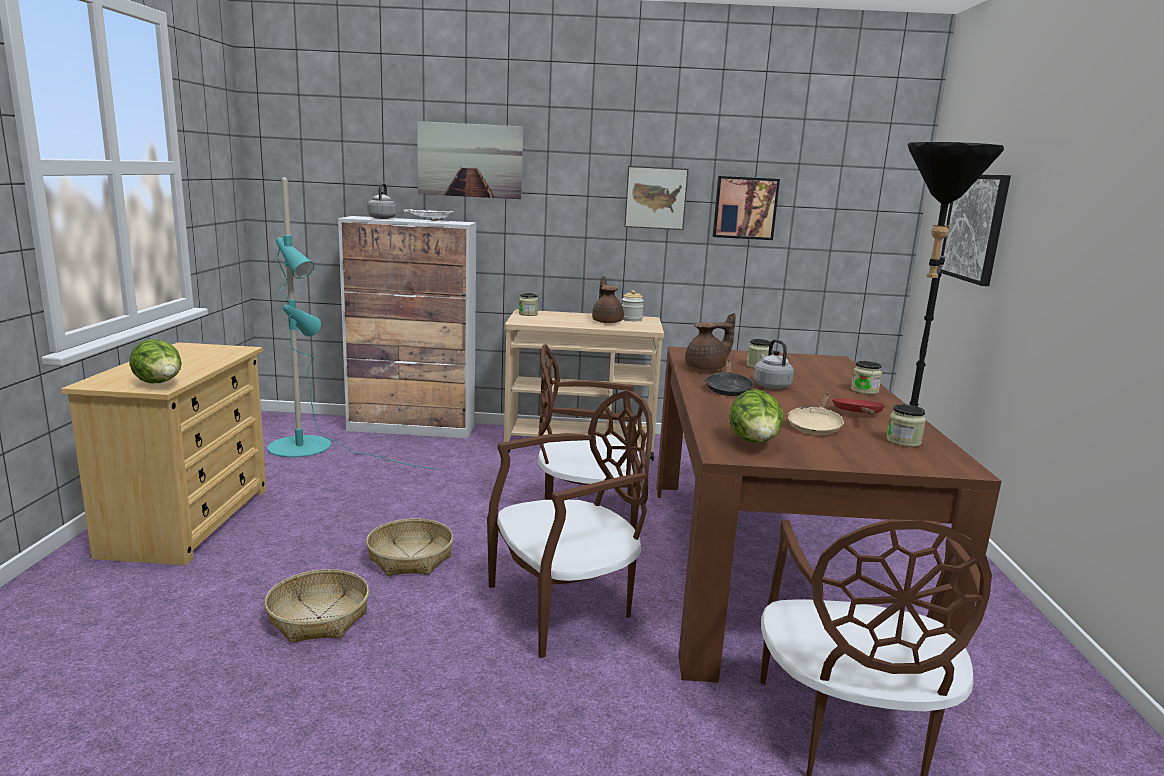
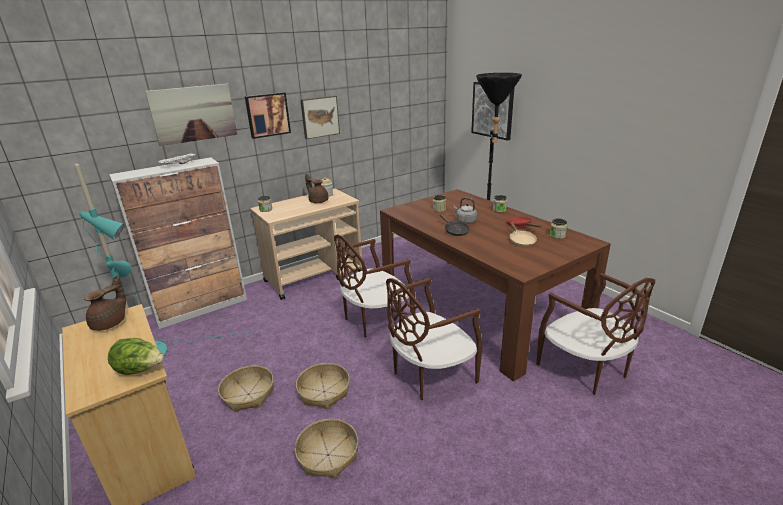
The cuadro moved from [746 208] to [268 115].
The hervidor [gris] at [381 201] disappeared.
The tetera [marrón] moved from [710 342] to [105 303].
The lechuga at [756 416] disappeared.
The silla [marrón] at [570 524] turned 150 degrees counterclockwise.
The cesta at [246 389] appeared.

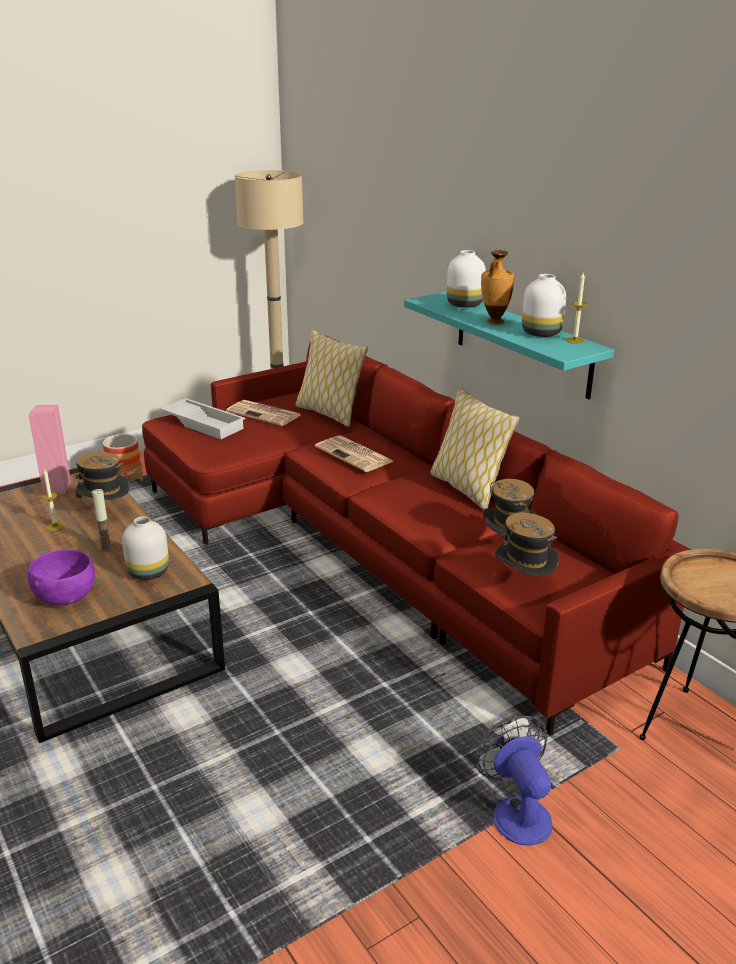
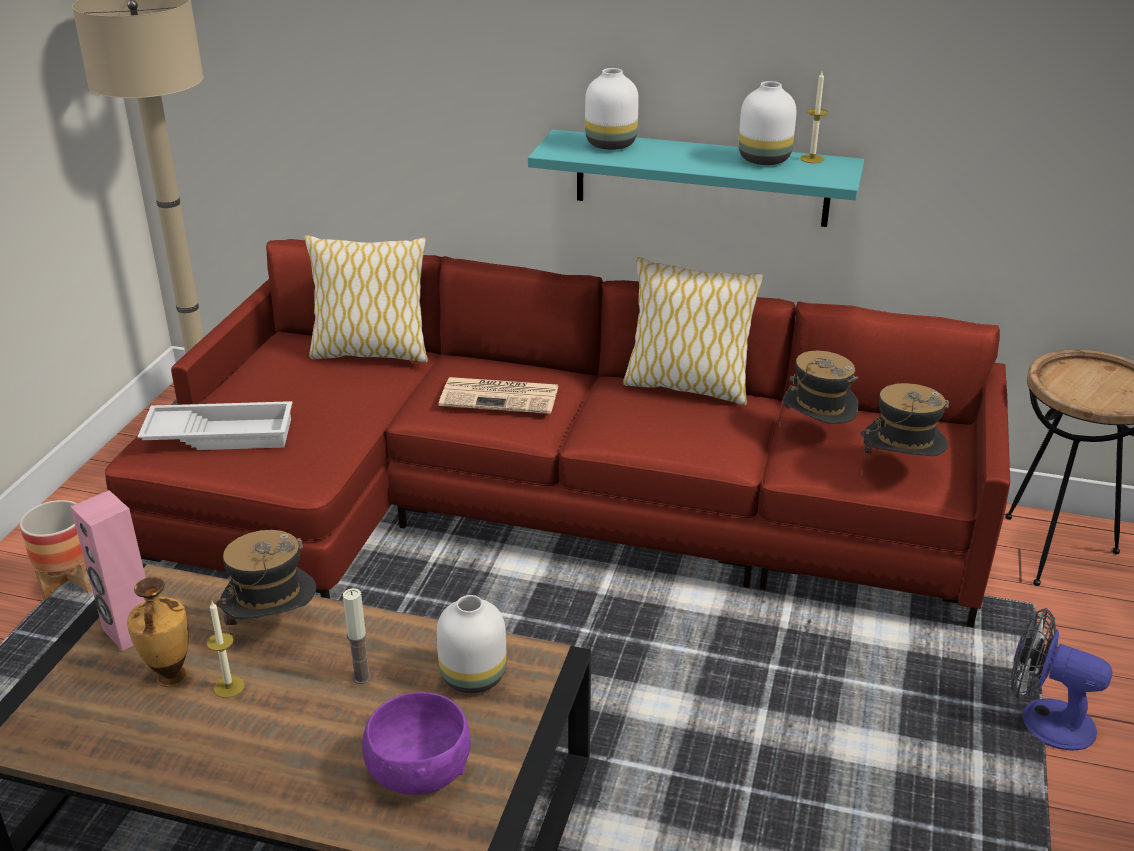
The florero moved from [498 287] to [158 632].
The periódico at [263 413] disappeared.

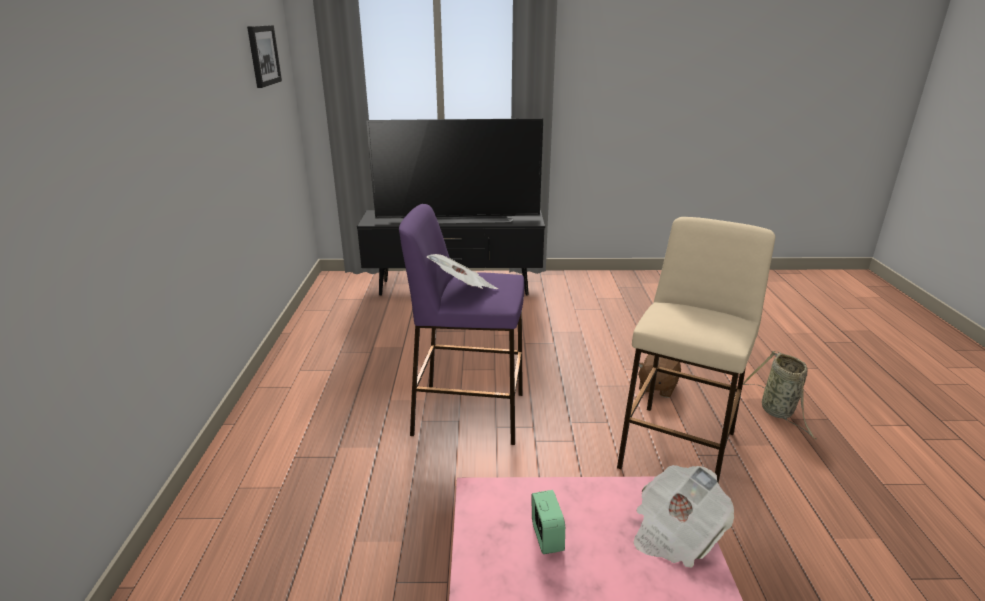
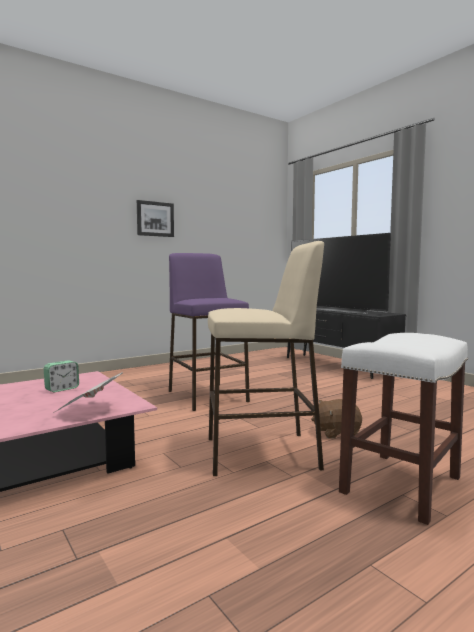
The cuadro moved from [264 56] to [155 218].
The periódico at [462 271] disappeared.
The cesta at [779 395] was replaced by the taburete [blanco] at [403 429].

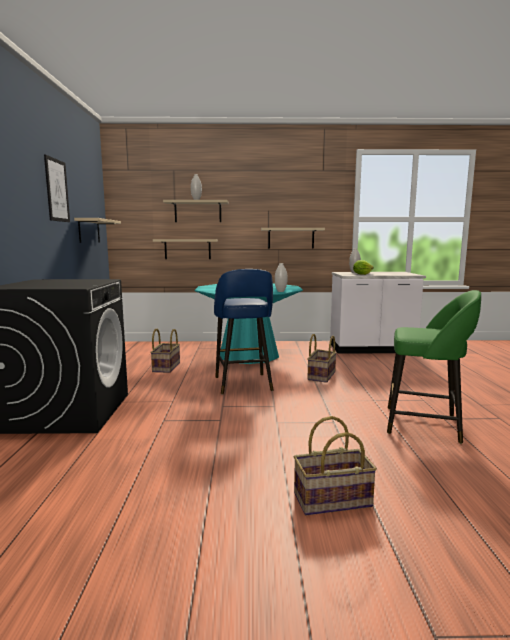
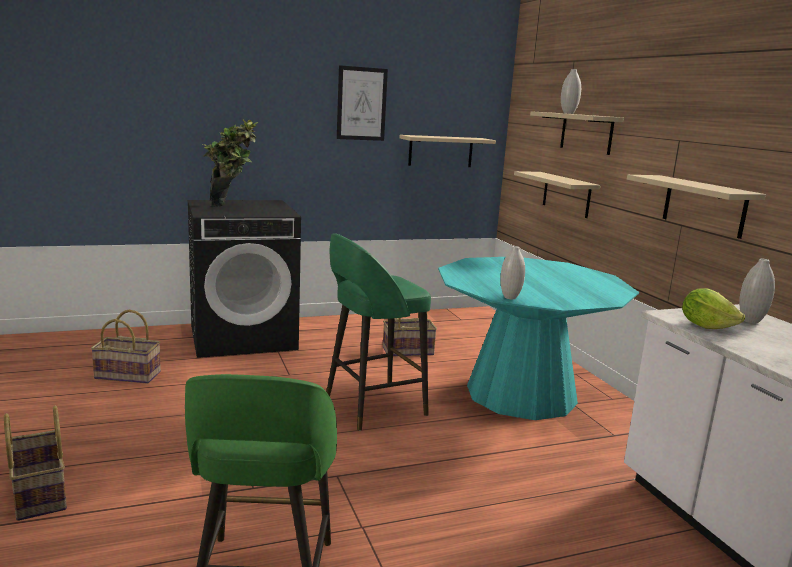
The taburete [azul] at [244 332] became the taburete [verde] at [378 332].
The cesta moved from [322 358] to [126 346].
The planta en maceta at [231 163] appeared.

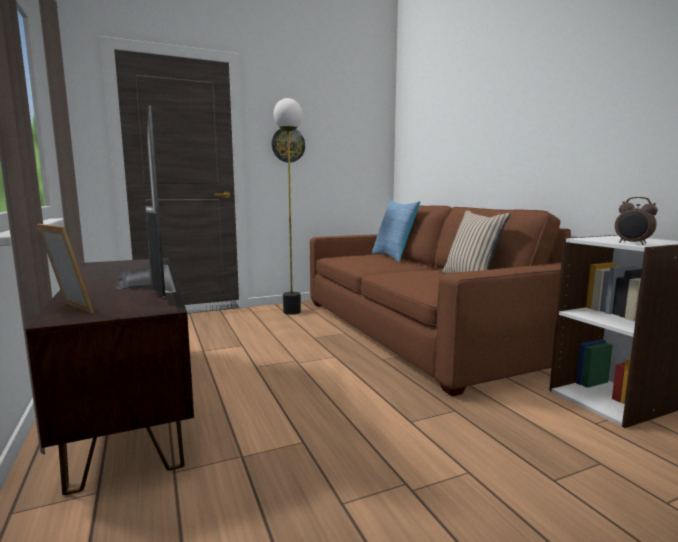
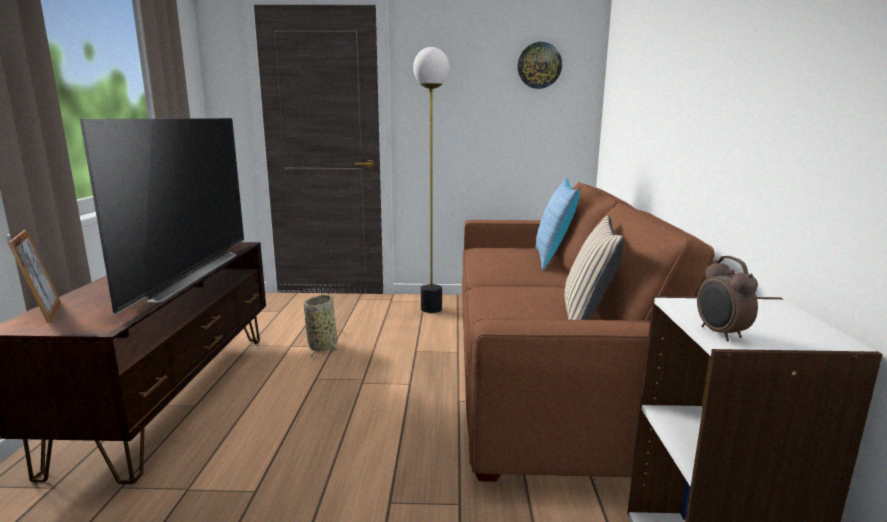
The reloj de pared moved from [288 146] to [539 65].
The cesta at [321 326] appeared.

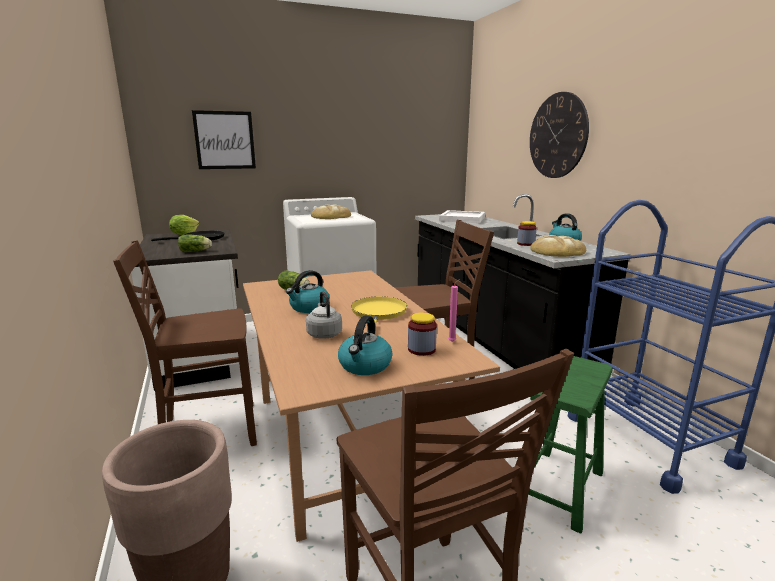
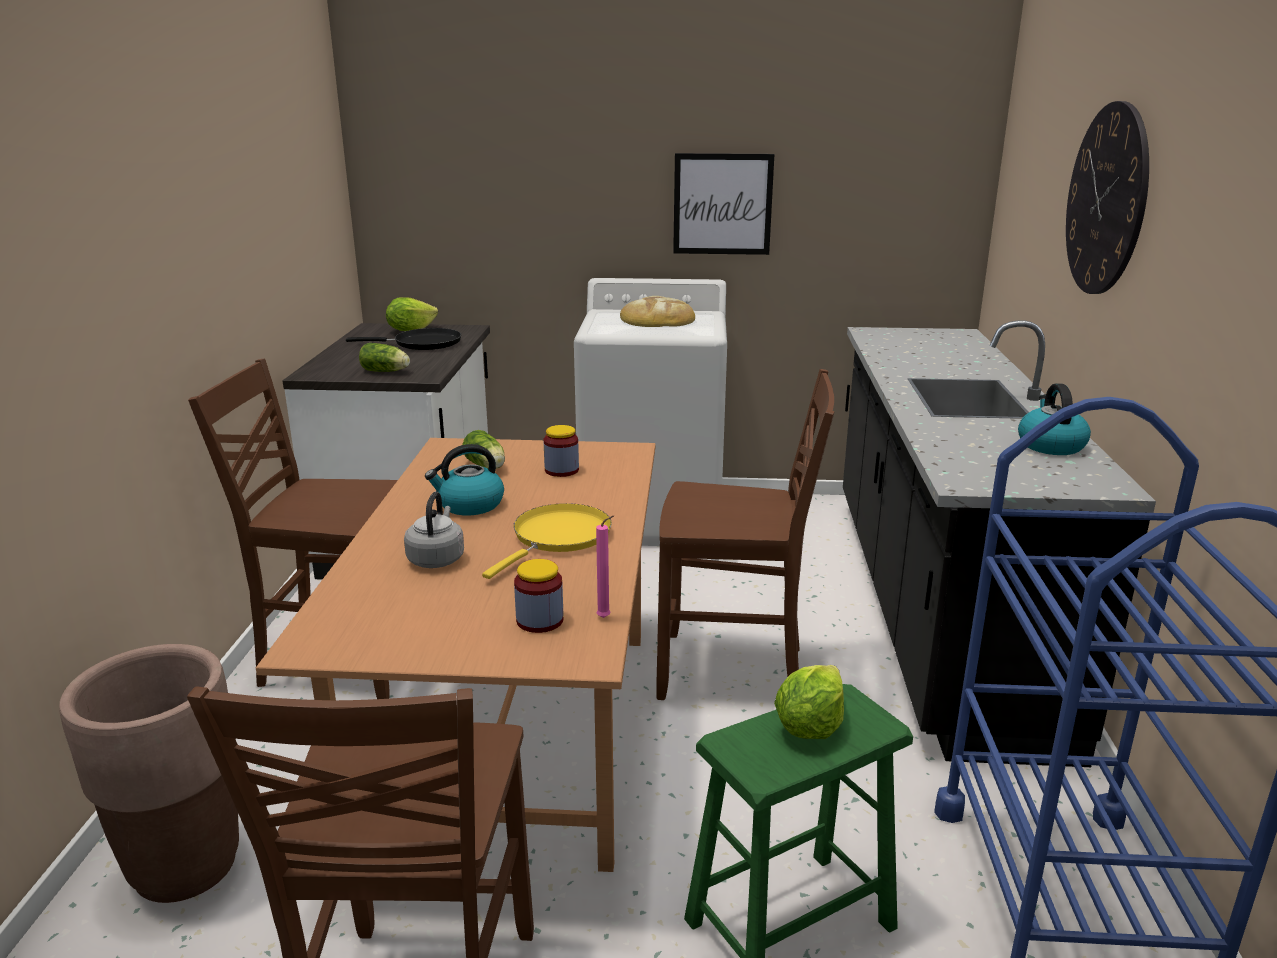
The cuadro moved from [224 139] to [723 204].
The bandeja [blanco] at [462 216] disappeared.
The tarro moved from [527 233] to [561 451].
The pan at [558 246] disappeared.
The hervidor at [365 345] disappeared.
The lechuga at [809 702] appeared.

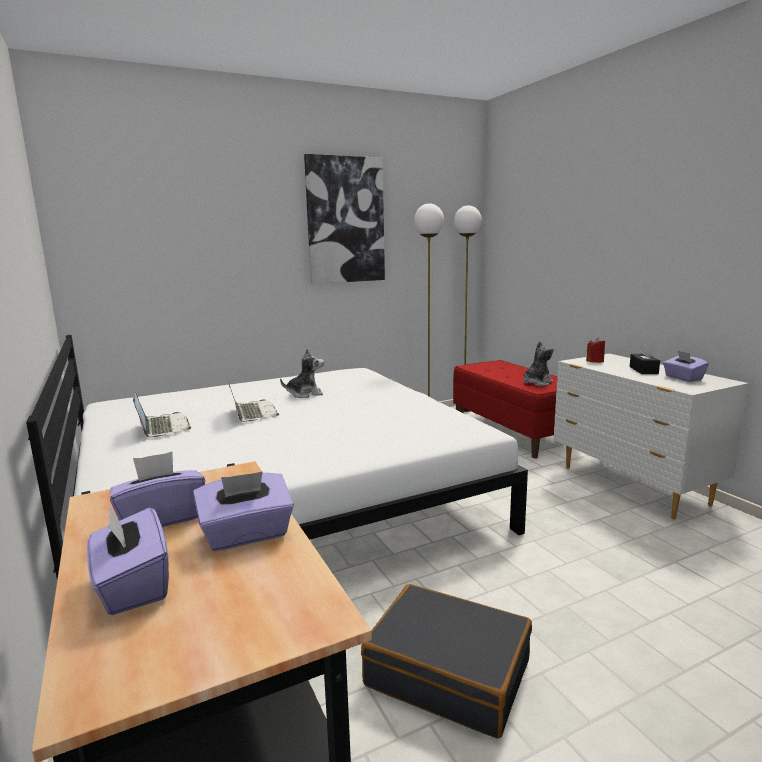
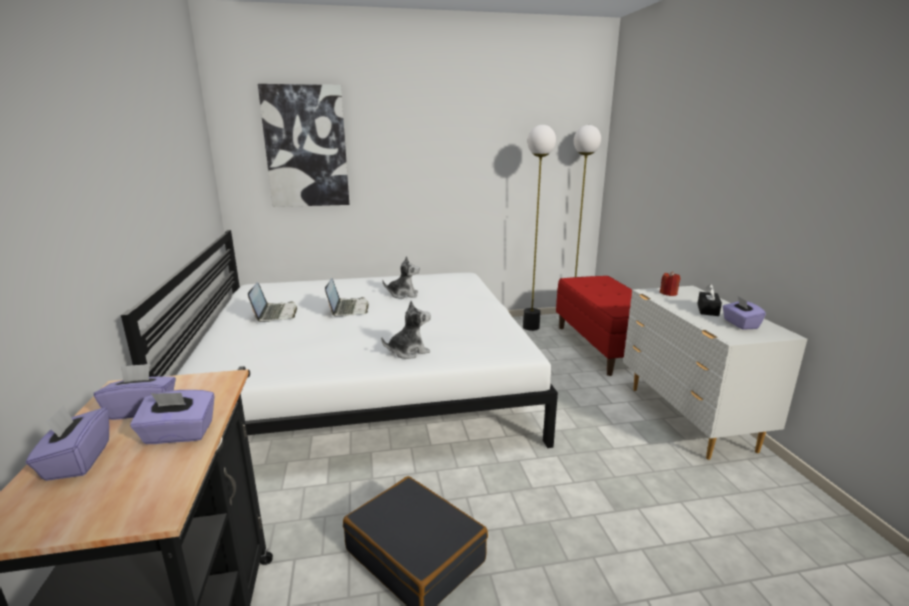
The cuadro moved from [344 219] to [303 145].
The peluche moved from [538 363] to [406 330].

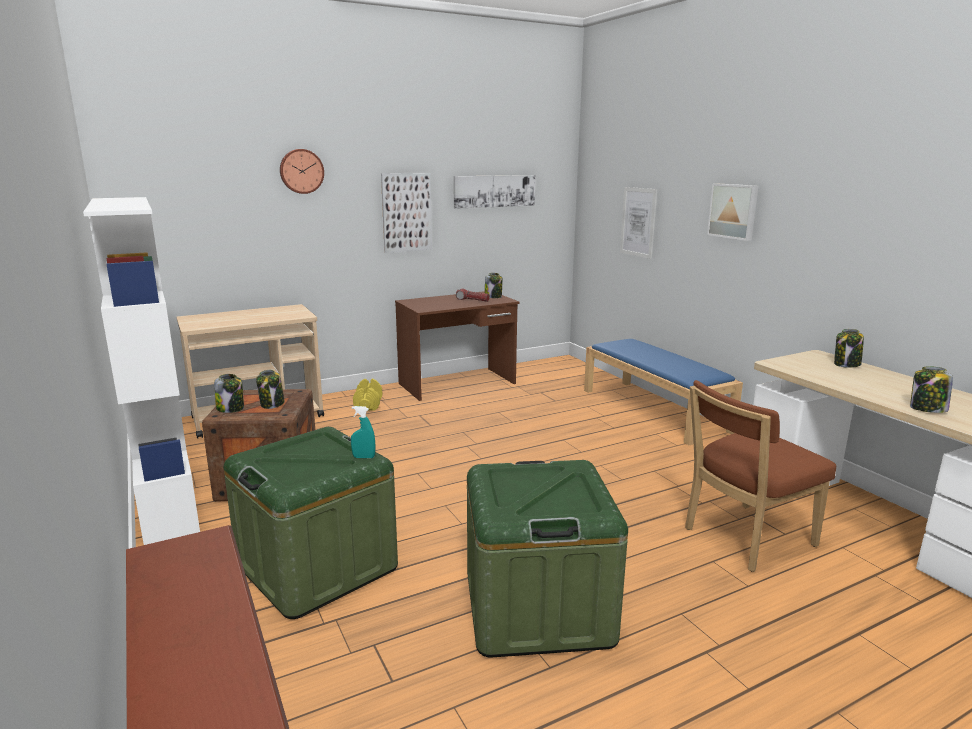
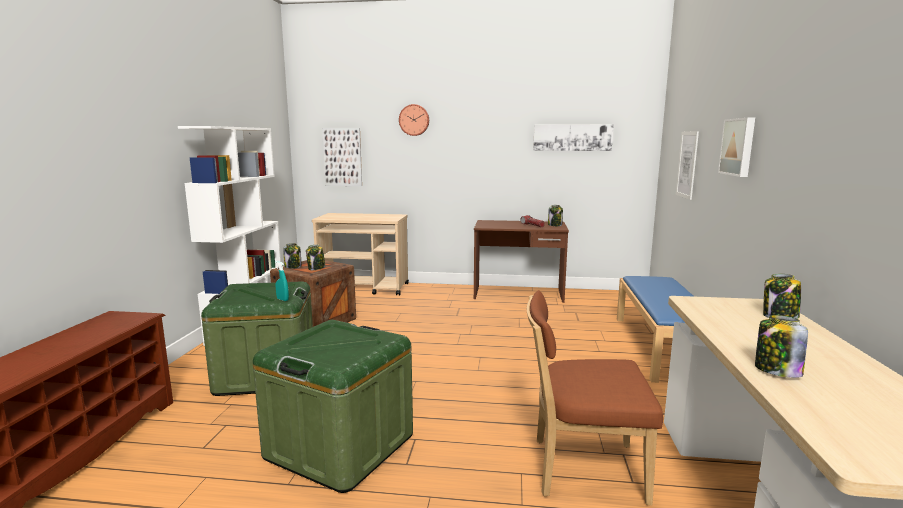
The cuadro moved from [406 213] to [342 157].
The mancuerna [amarillo] at [367 395] disappeared.

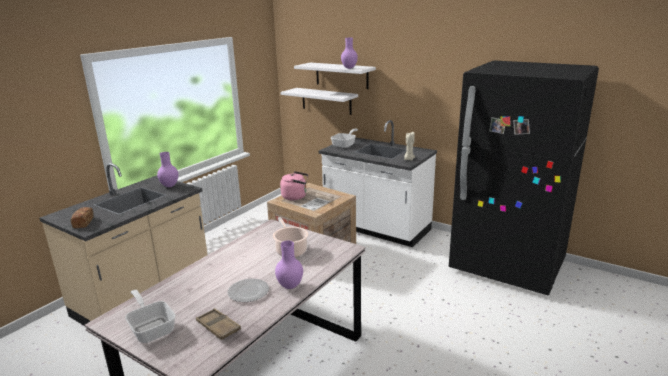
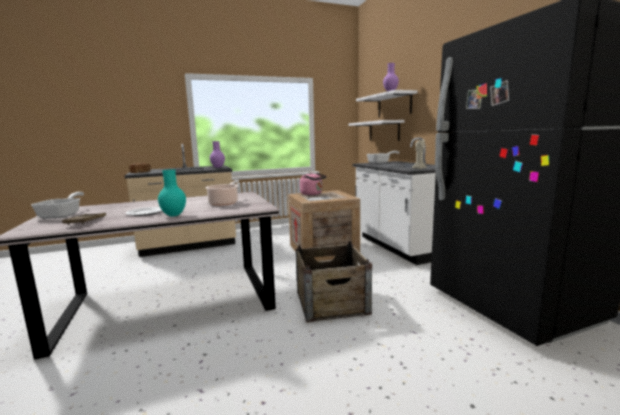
The florero [morado] at [289 265] became the florero [turquesa] at [172 193].
The caja de embalaje at [334 281] appeared.

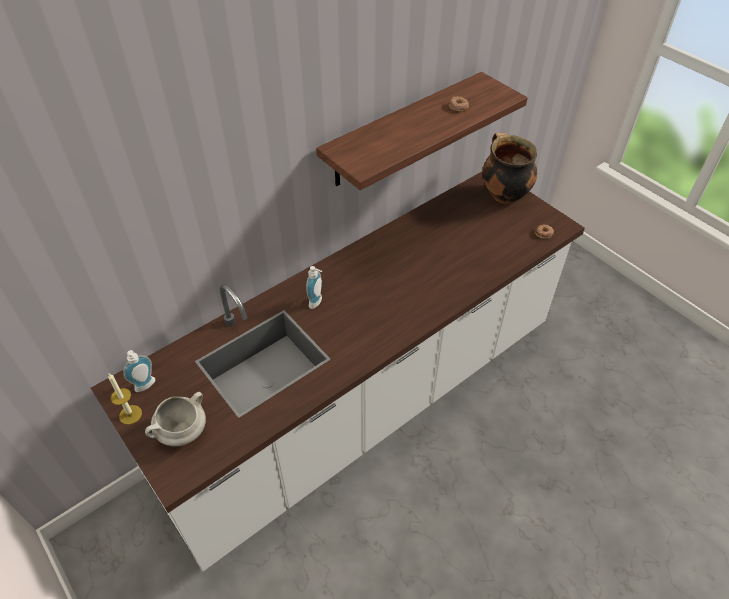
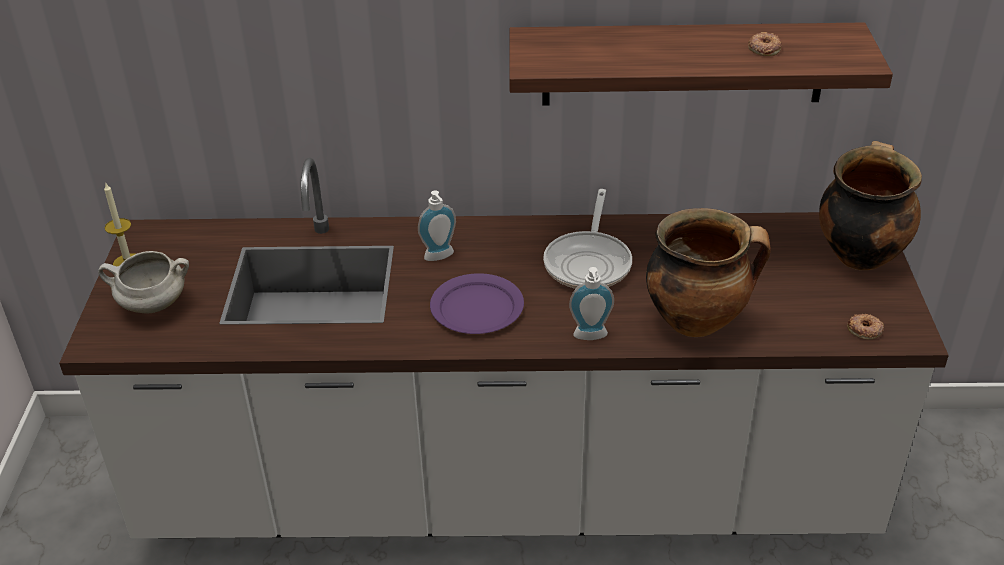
The dispensador de jabón moved from [139 371] to [591 303].
The sartén at [587 239] appeared.
The olla at [708 272] appeared.
The plato [morado] at [477 303] appeared.

